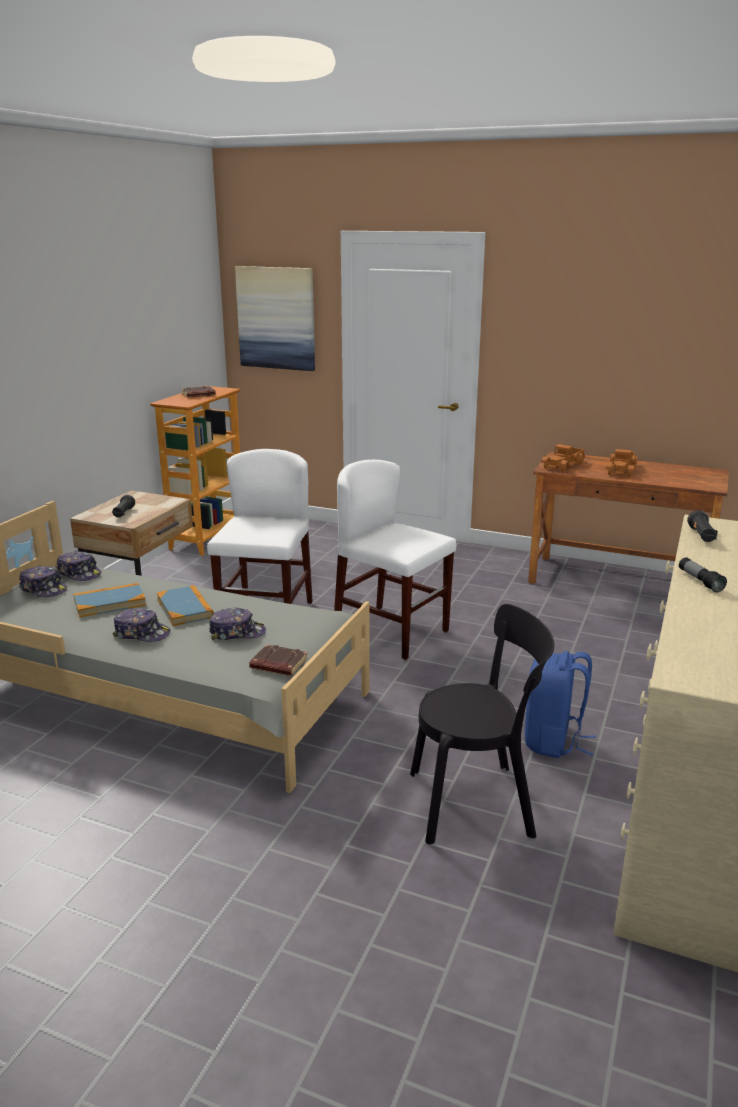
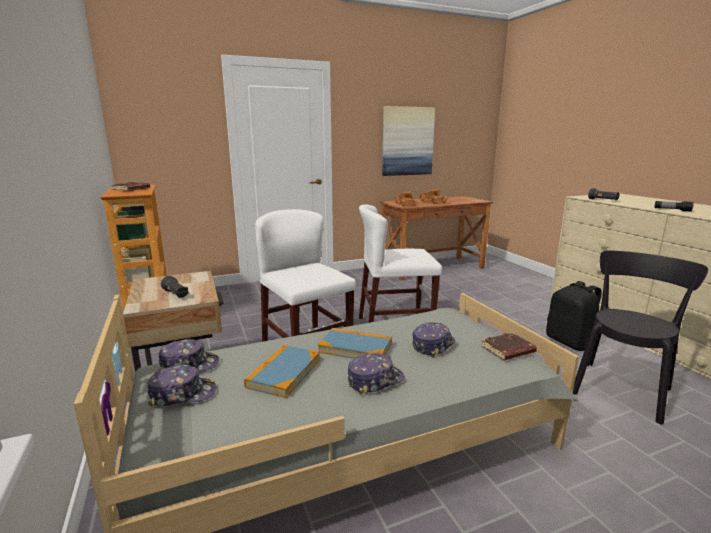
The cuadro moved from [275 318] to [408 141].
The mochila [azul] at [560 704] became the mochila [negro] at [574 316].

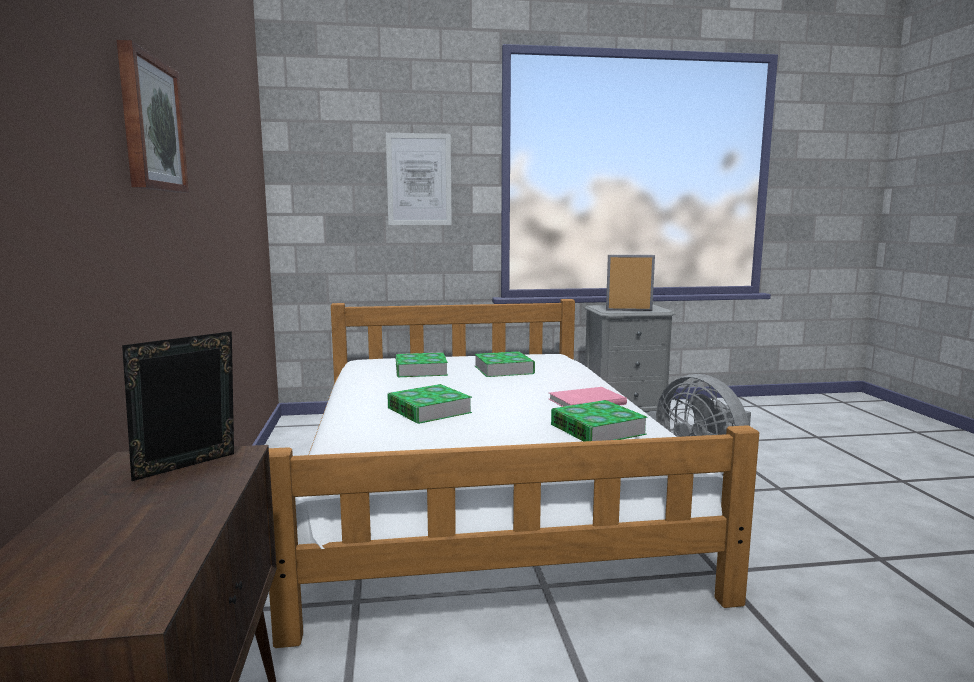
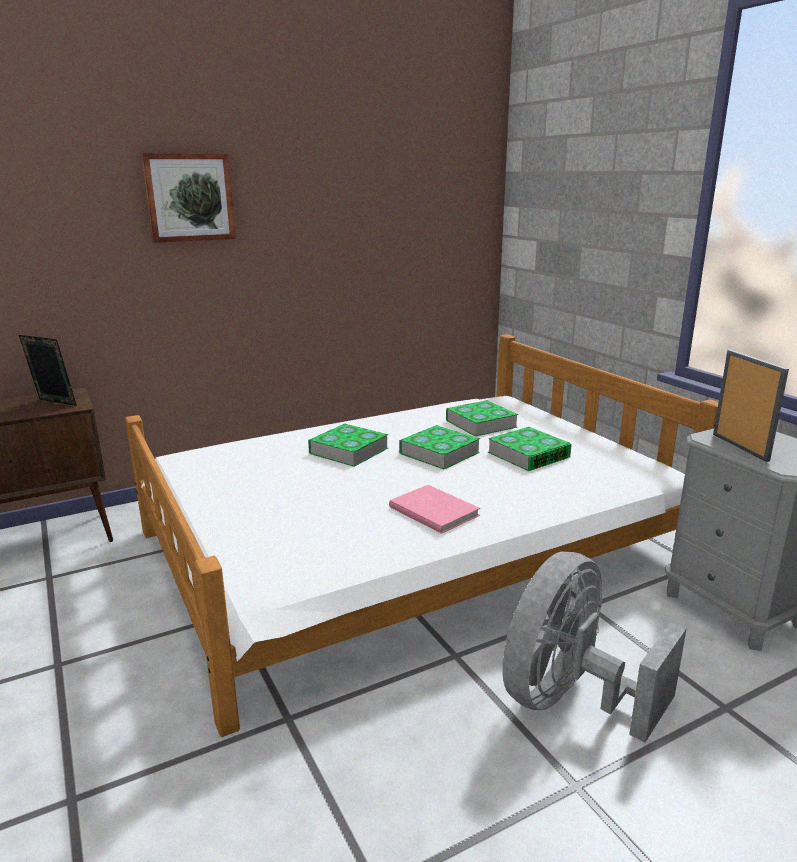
The cuadro at [419 179] disappeared.
The libro moved from [599 421] to [439 447].

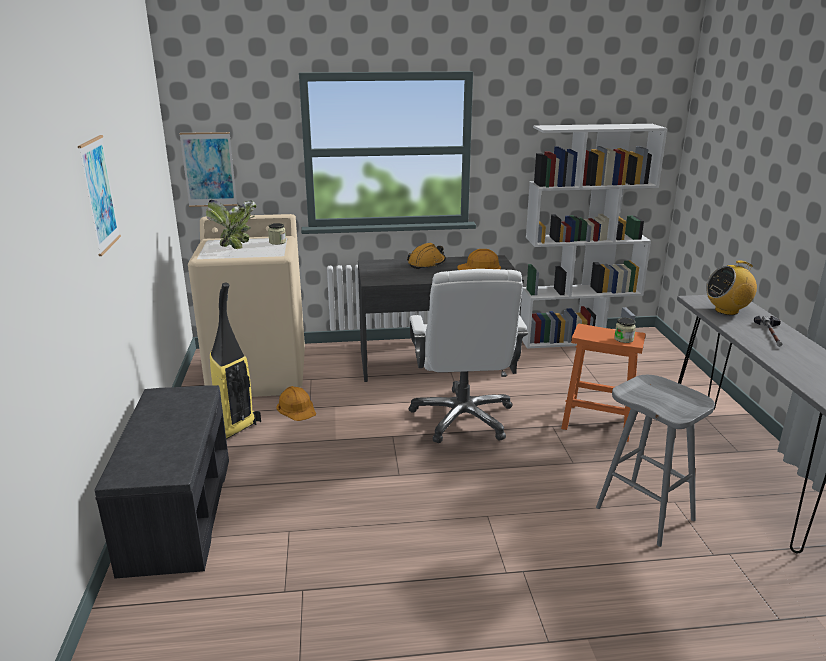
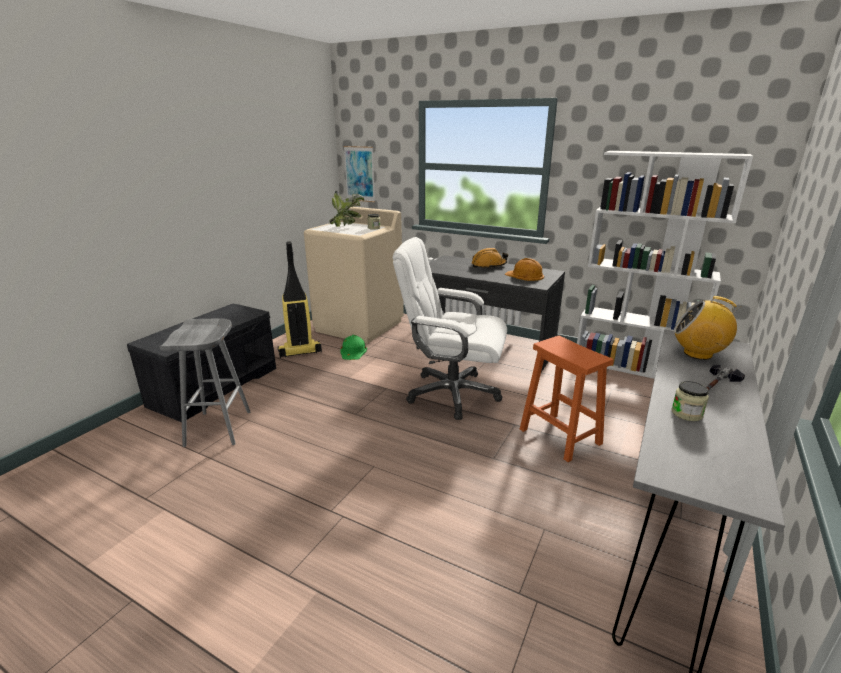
The cuadro at [99 195] disappeared.
The silla de oficina [blanco] at [468 356] turned 75 degrees clockwise.
The tarro moved from [625 330] to [690 401].
The taburete [gris] moved from [655 461] to [204 382].
The casco [naranja] at [296 403] became the casco [verde] at [353 347].

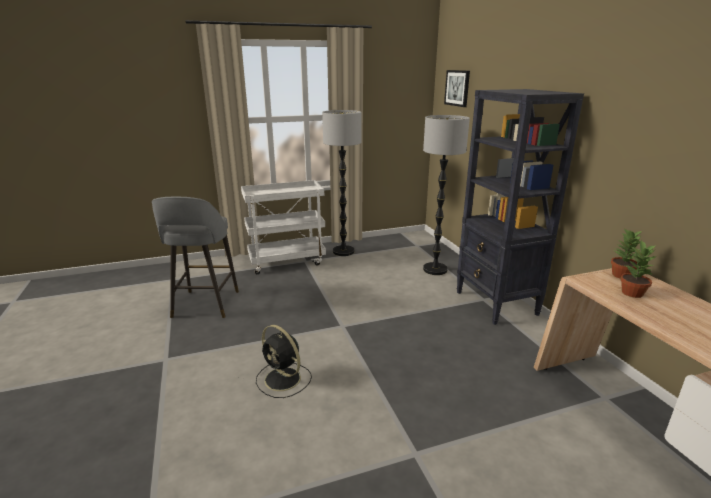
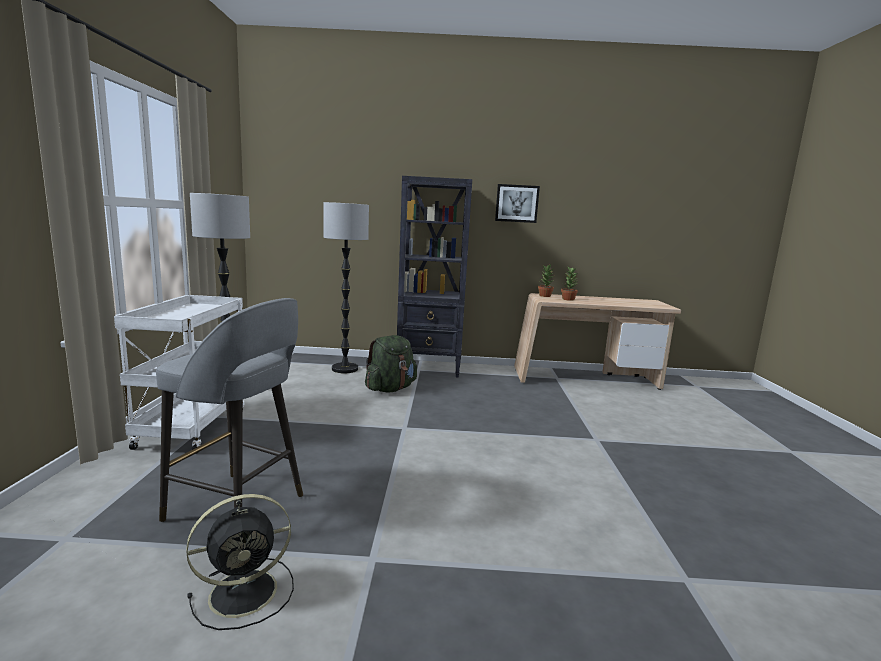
The cuadro moved from [457 88] to [517 203].
The ventilador [negro] moved from [284 361] to [240 562].
The mochila [verde] at [391 363] appeared.

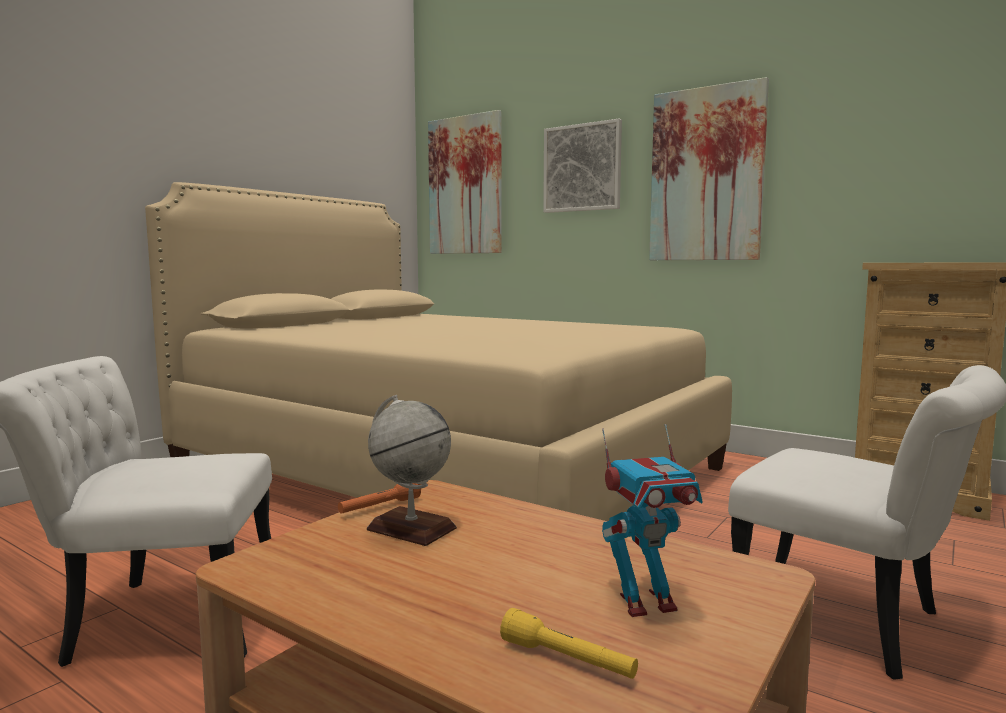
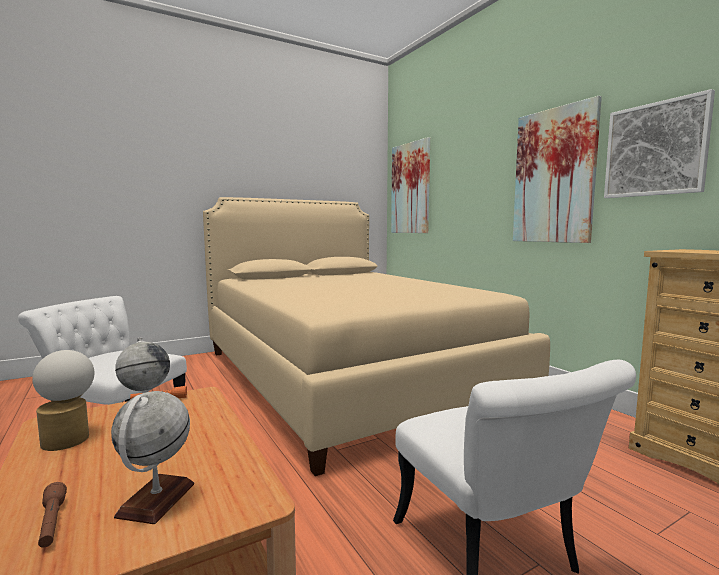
The cuadro moved from [582 166] to [659 143].
The robot de juguete at [652 520] was replaced by the globo terráqueo at [152 457].
The linterna [amarillo] at [569 643] became the linterna [marrón] at [52 515].
The lámpara de mesa at [63 400] appeared.

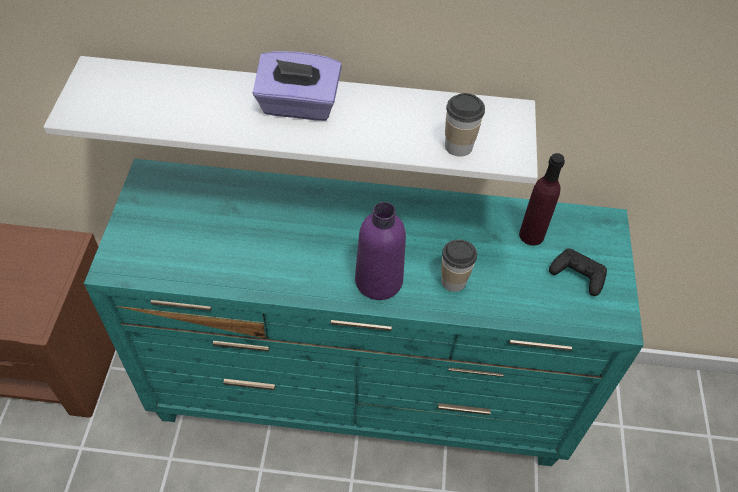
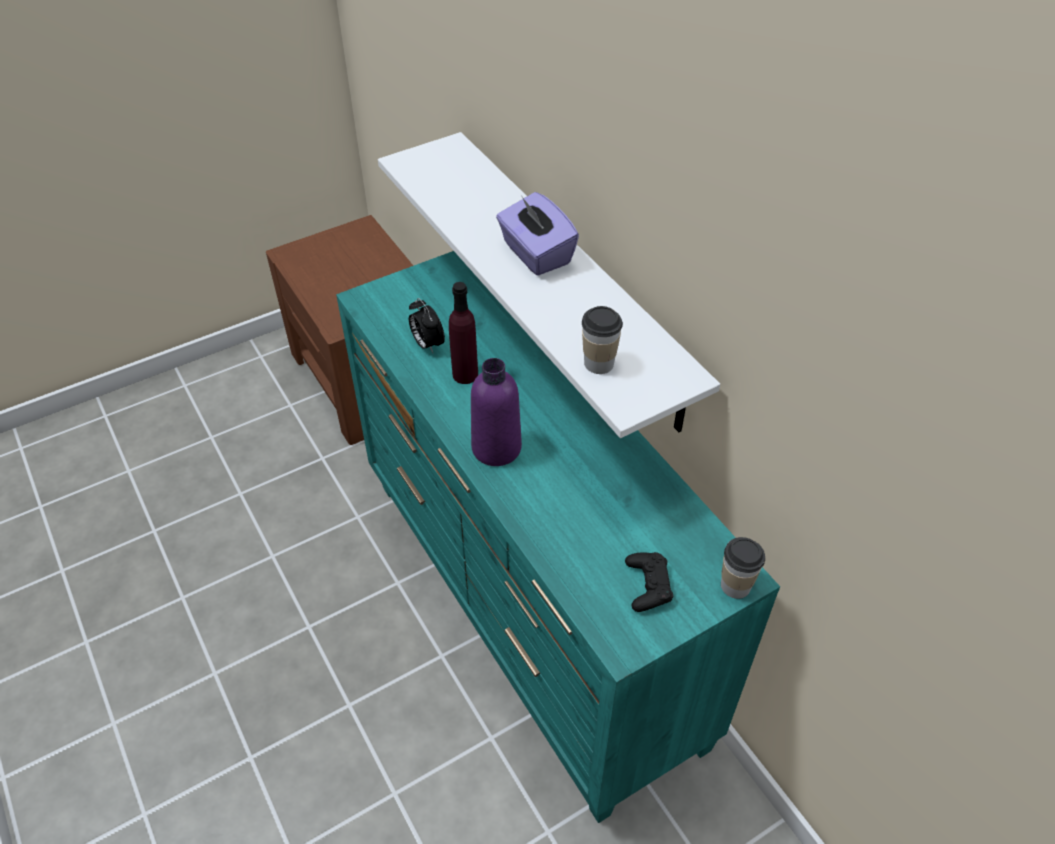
The botella [morado] moved from [542 199] to [463 333].
The taza moved from [459 265] to [743 568].
The despertador at [427 325] appeared.

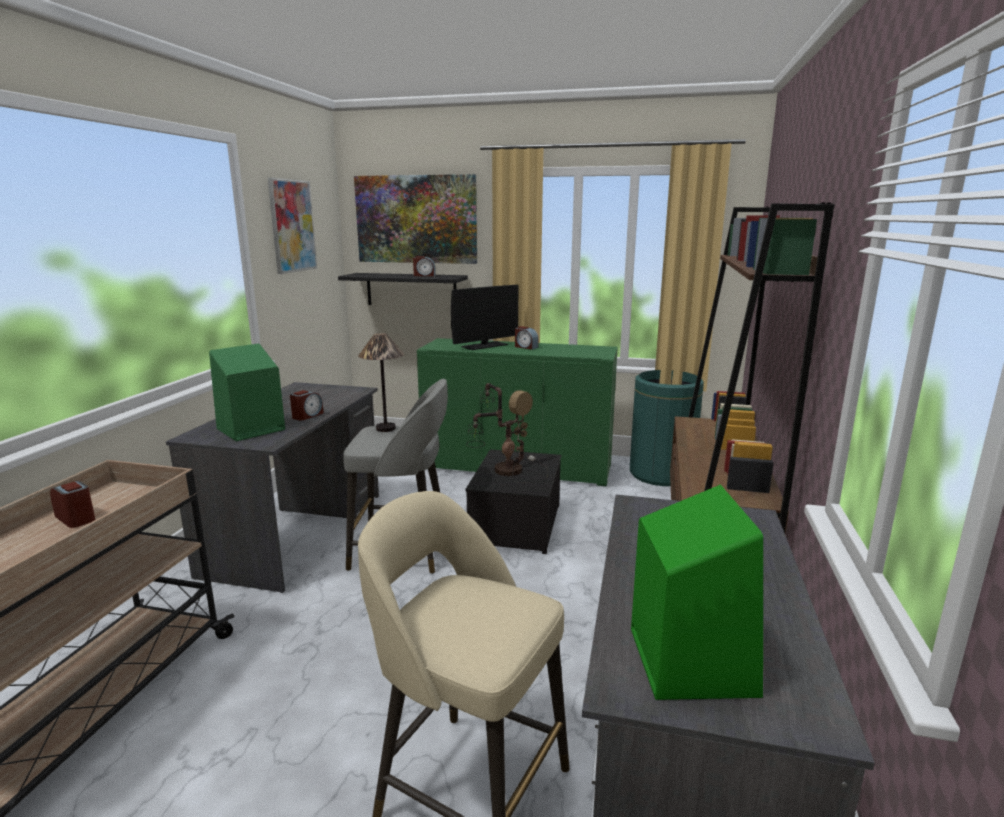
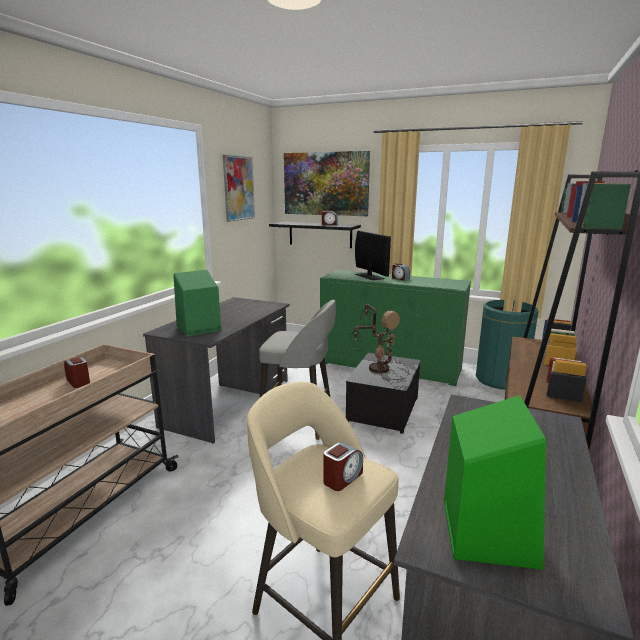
The monitor at [484 317] turned 90 degrees counterclockwise.
The lámpara de mesa at [381 382] disappeared.
The despertador moved from [307 405] to [343 466].

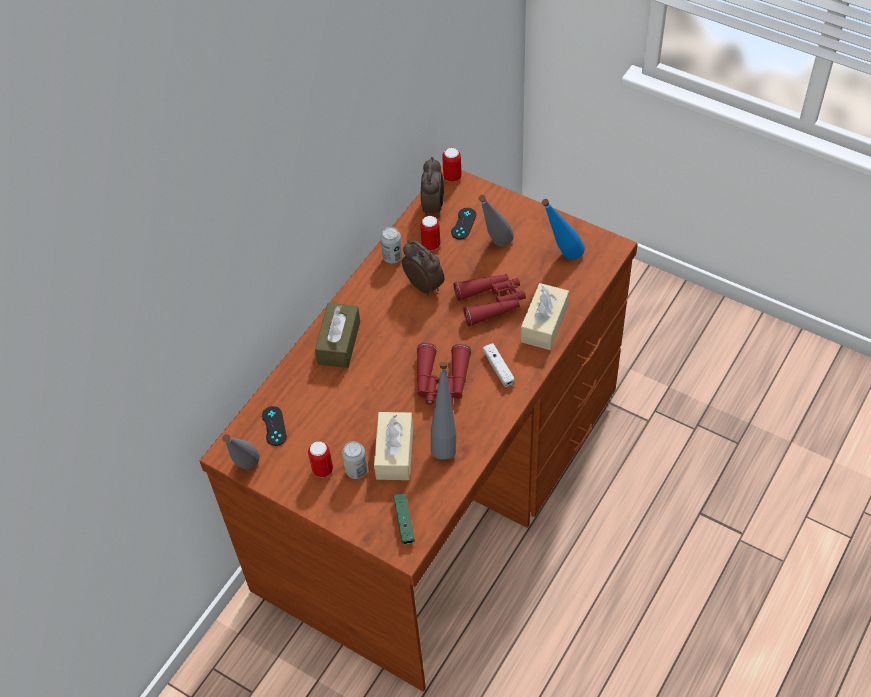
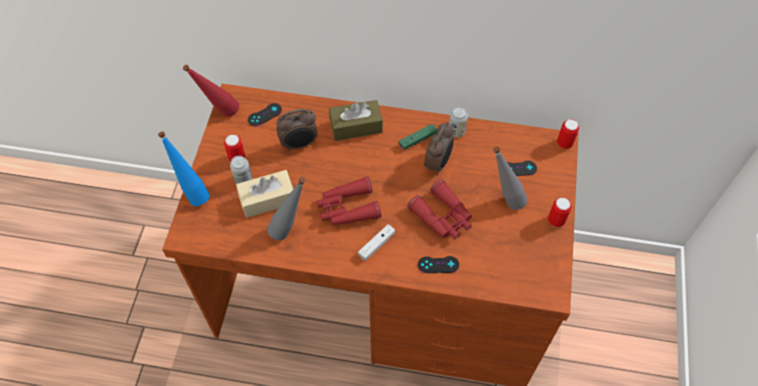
The despertador moved from [432 187] to [297 130].
The botella [azul] moved from [563 229] to [184 168].
The lata moved from [430 233] to [560 212].
The caja de pañuelos [beis] at [545 316] was replaced by the mando de consola [negro] at [438 264].
The botella [gris] at [241 451] became the botella [rojo] at [211 91].
The mando de consola [verde] moved from [404 518] to [418 137].

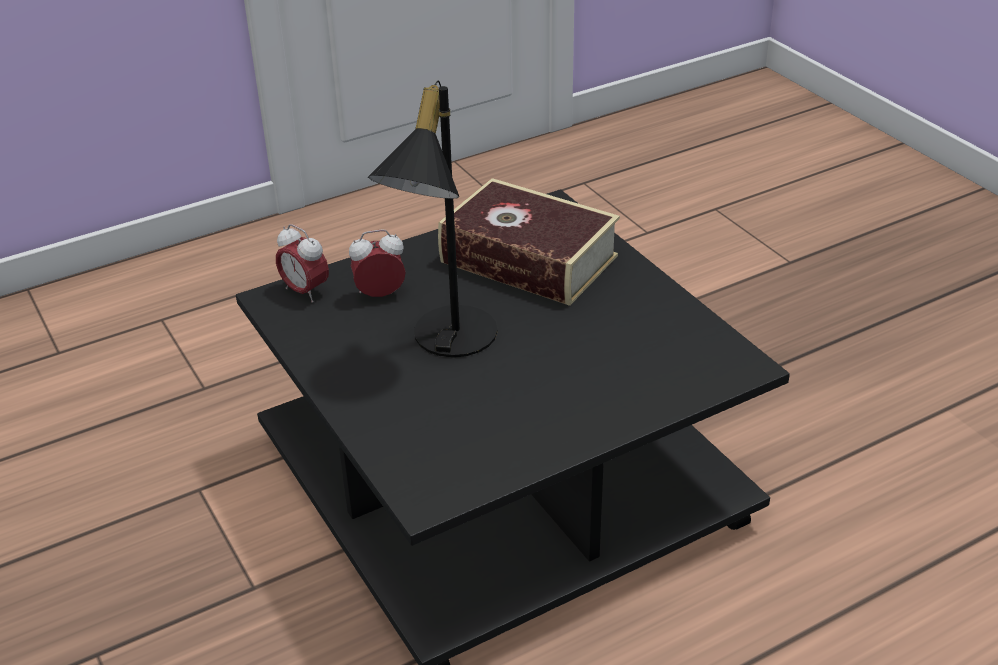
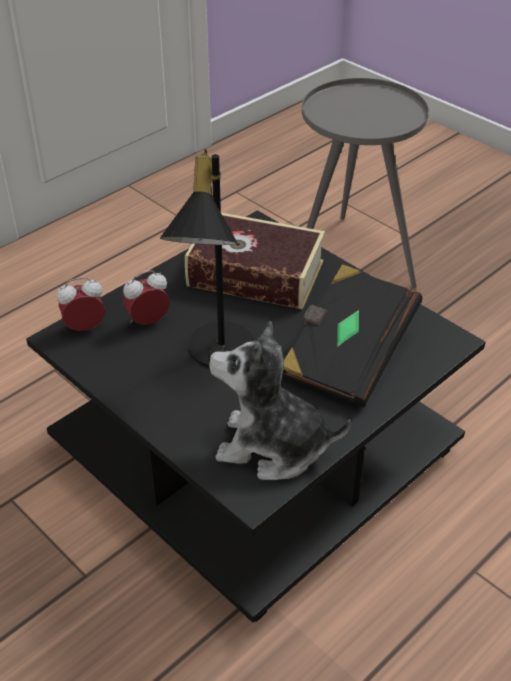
The despertador at [302 263] turned 135 degrees clockwise.
The mesa auxiliar [gris] at [365 183] appeared.
The libro [negro] at [353 335] appeared.
The peluche at [280 400] appeared.

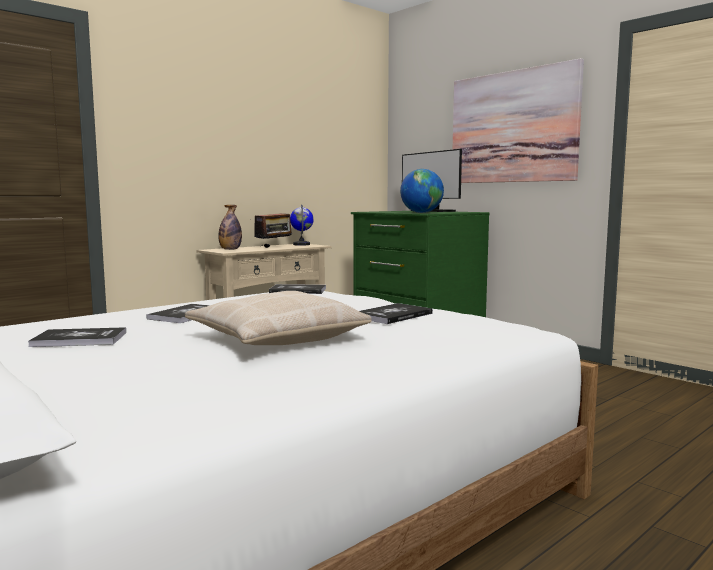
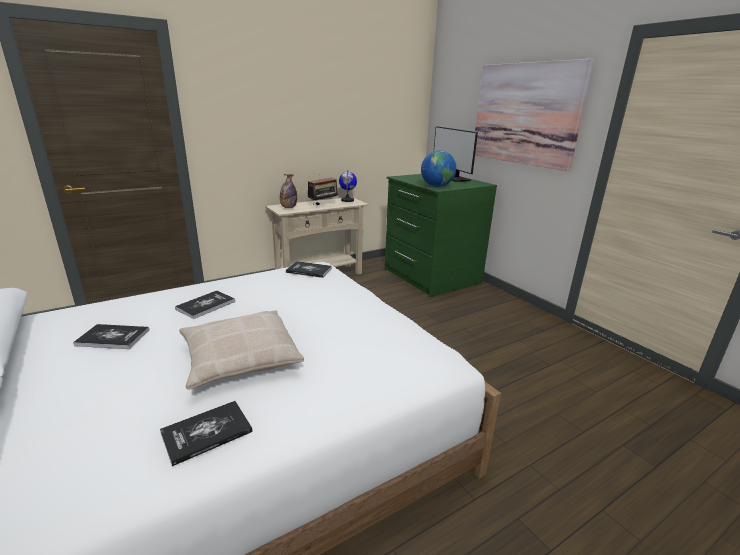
The libro moved from [396 313] to [206 433].

